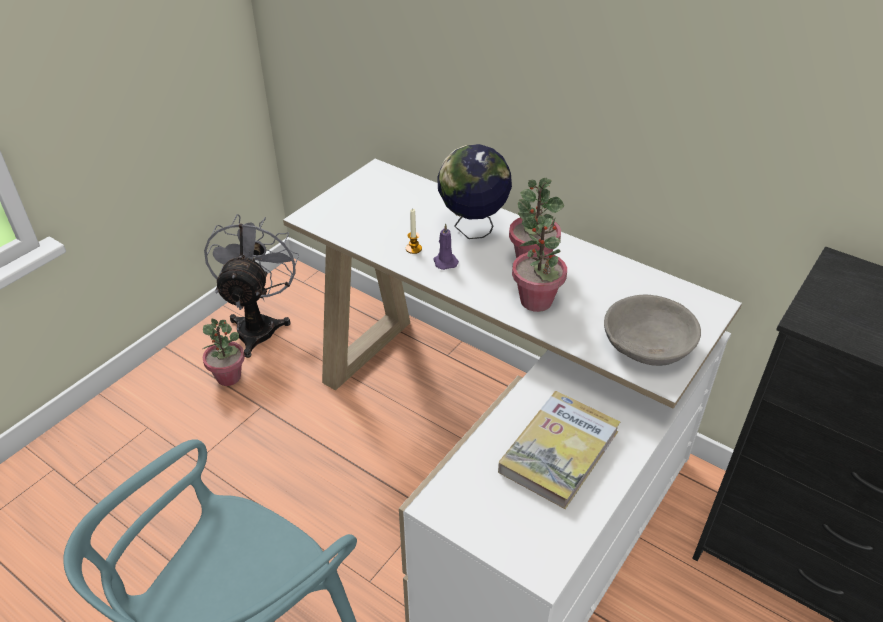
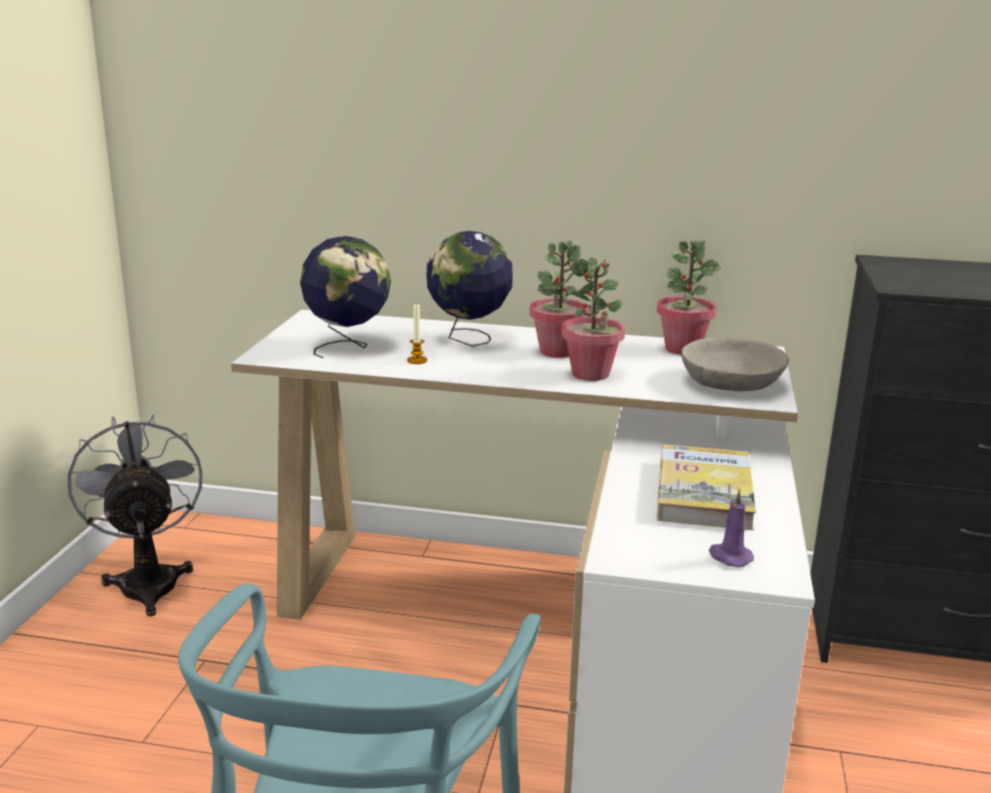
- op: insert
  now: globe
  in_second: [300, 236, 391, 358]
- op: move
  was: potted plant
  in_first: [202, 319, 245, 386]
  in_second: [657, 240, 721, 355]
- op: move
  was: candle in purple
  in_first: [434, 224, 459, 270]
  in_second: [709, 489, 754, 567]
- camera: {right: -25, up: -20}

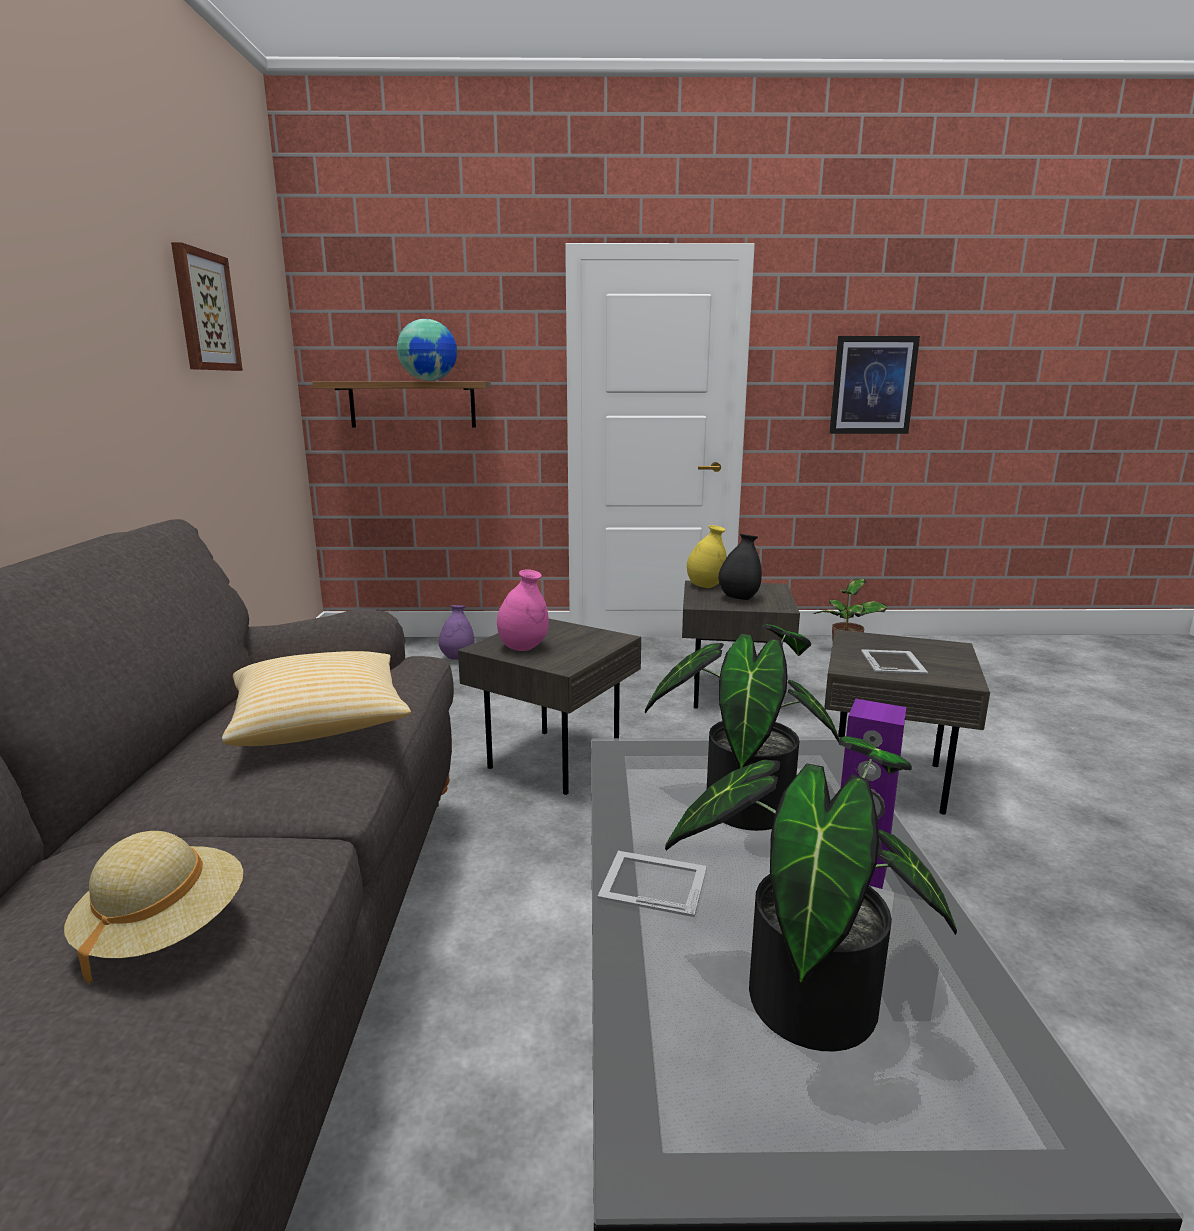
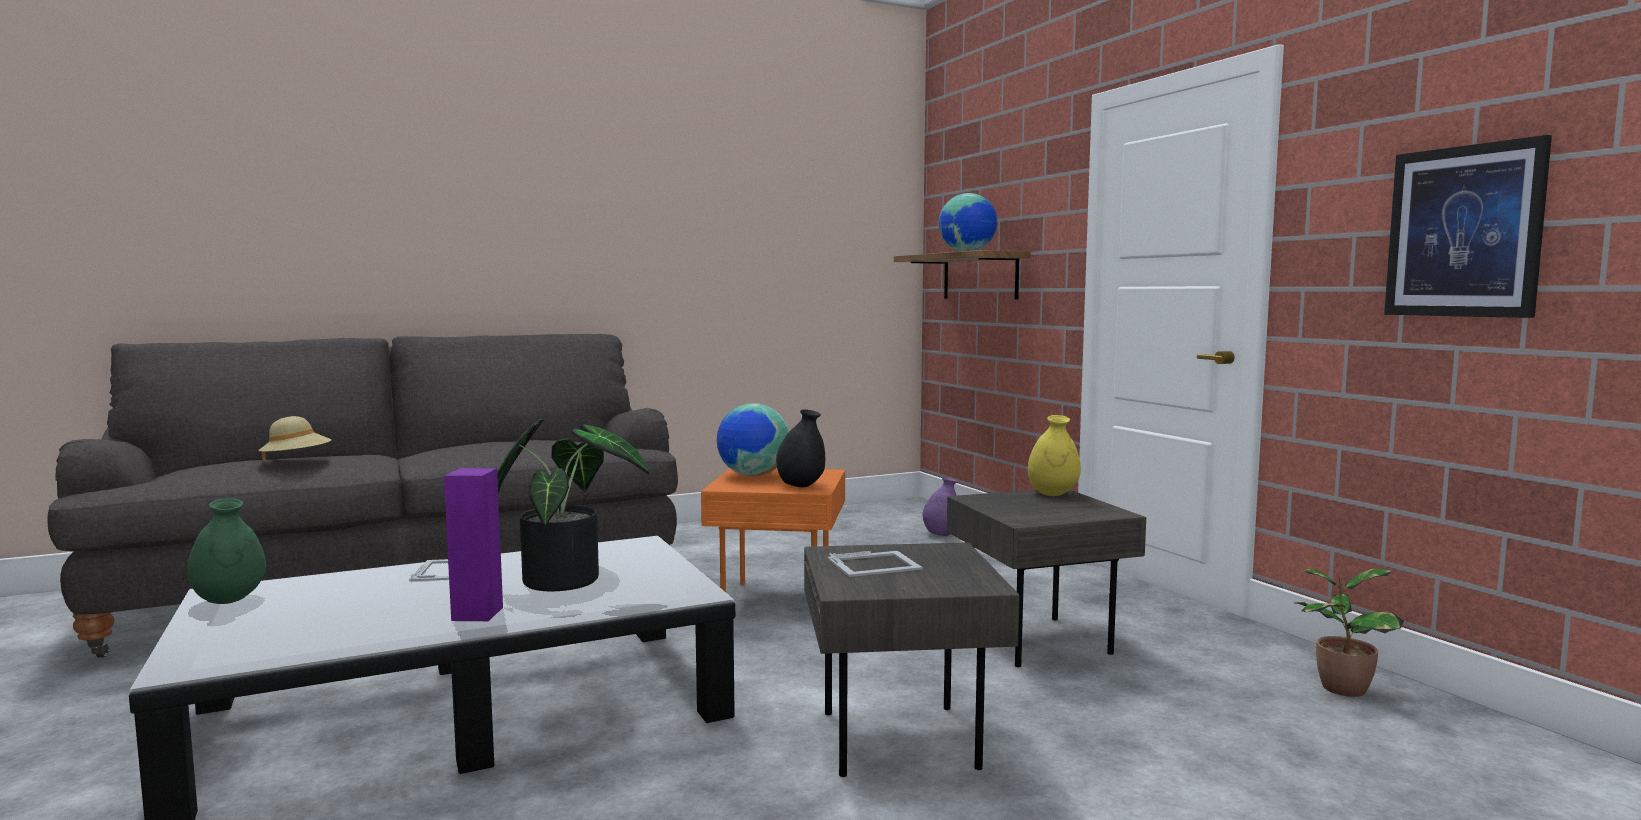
- op: insert
  now: vase in green
  in_second: [188, 498, 266, 604]
- op: recolor
  was: side table in grey
  now: side table in orange
  in_first: [458, 619, 641, 795]
  in_second: [701, 468, 845, 592]
- op: replace
  was: vase in pink
  now: globe
  in_first: [497, 569, 549, 651]
  in_second: [717, 403, 789, 477]
- op: move
  was: vase in black
  in_first: [718, 534, 762, 600]
  in_second: [776, 409, 825, 487]
- op: delete
  was: picture
  in_first: [171, 242, 243, 371]
- op: delete
  was: pillow
  in_first: [222, 651, 411, 746]
- op: delete
  was: potted plant
  in_first: [665, 736, 957, 1052]
- camera: {right: 65, up: -10}

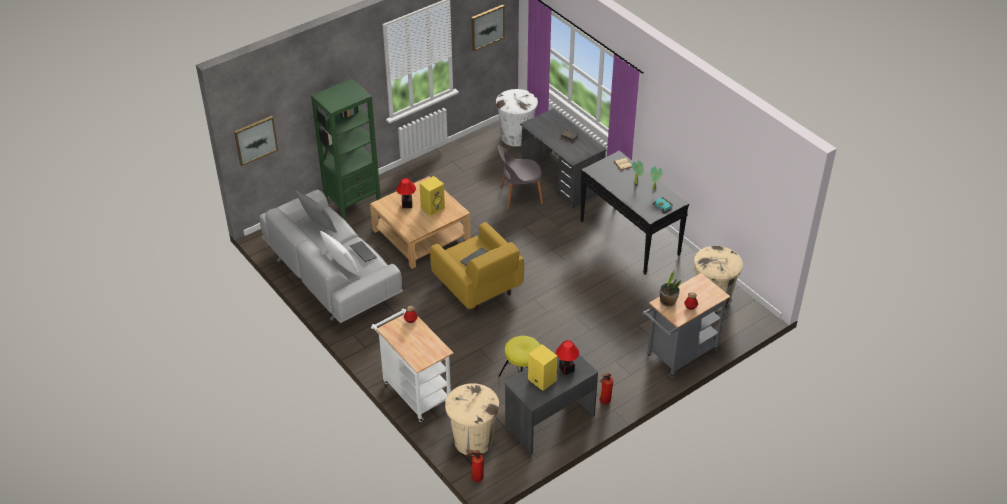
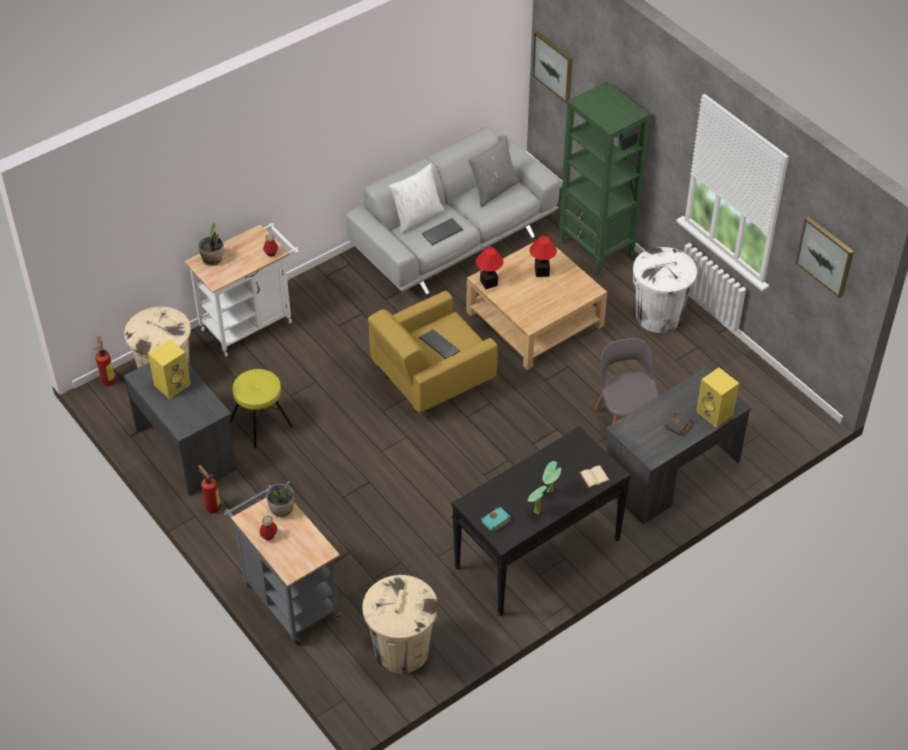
- op: insert
  now: potted plant
  in_second: [198, 220, 224, 266]
- op: move
  was: table lamp
  in_first: [556, 340, 579, 375]
  in_second: [476, 247, 503, 289]
- op: move
  was: trash can in white
  in_first: [496, 89, 538, 147]
  in_second: [633, 247, 697, 333]
- op: move
  was: speaker in yellow
  in_first: [419, 176, 445, 216]
  in_second: [696, 367, 739, 427]
- camera: {right: 90, up: 5}

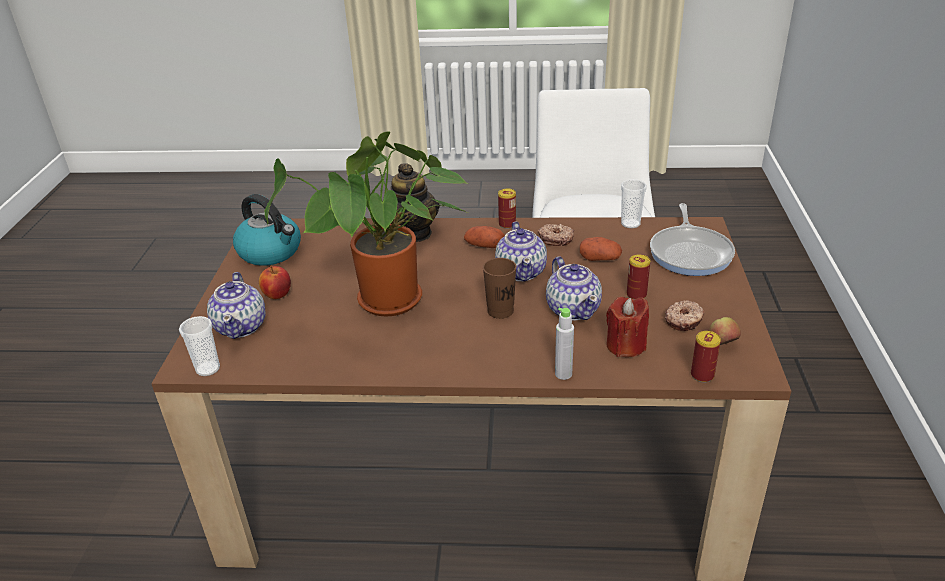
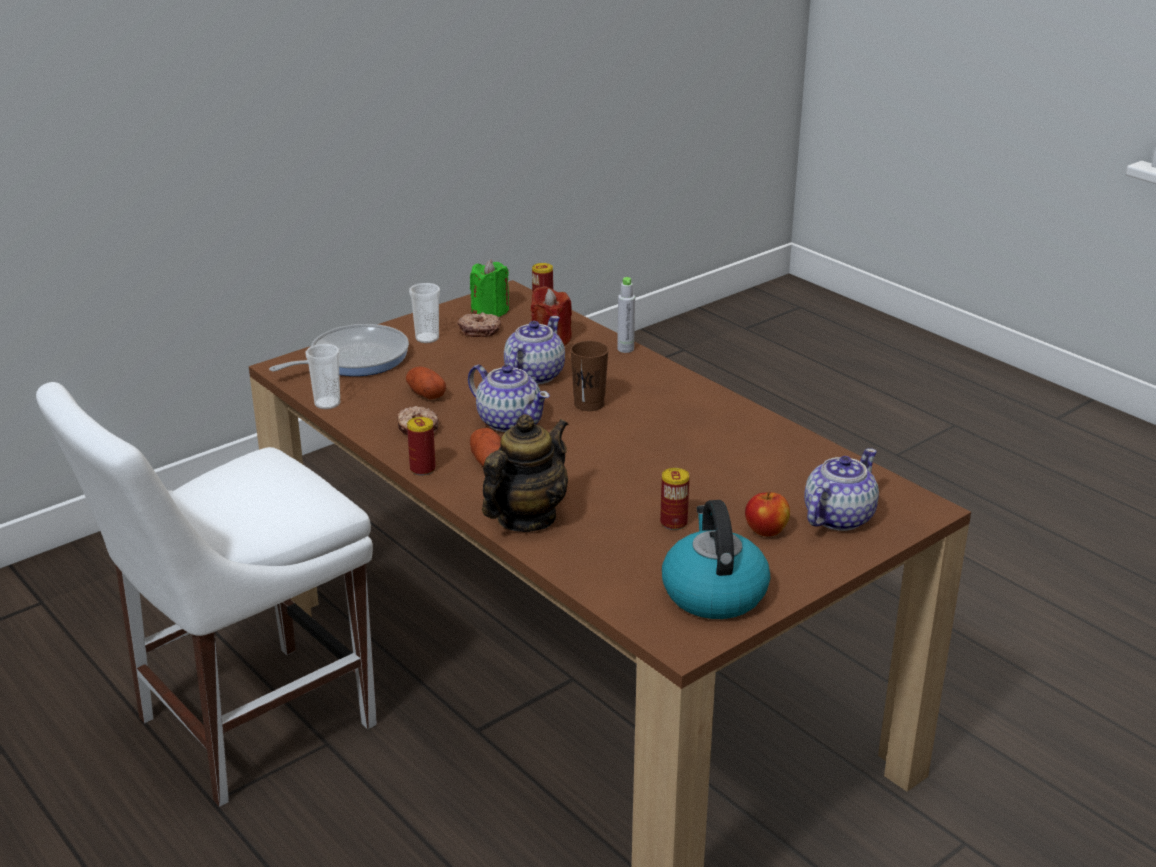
- op: move
  was: cup
  in_first: [179, 316, 220, 376]
  in_second: [409, 283, 440, 343]
- op: rotate
  was: teapot
  in_first: [495, 221, 547, 281]
  in_second: [468, 365, 550, 432]
  clockwise: 90
- op: replace
  was: apple
  now: candle in green
  in_first: [709, 317, 741, 345]
  in_second: [470, 259, 509, 317]
- op: move
  was: can
  in_first: [627, 255, 650, 299]
  in_second: [660, 468, 689, 530]
- op: delete
  was: potted plant
  in_first: [265, 131, 468, 317]
- camera: {right: -135, up: -5}

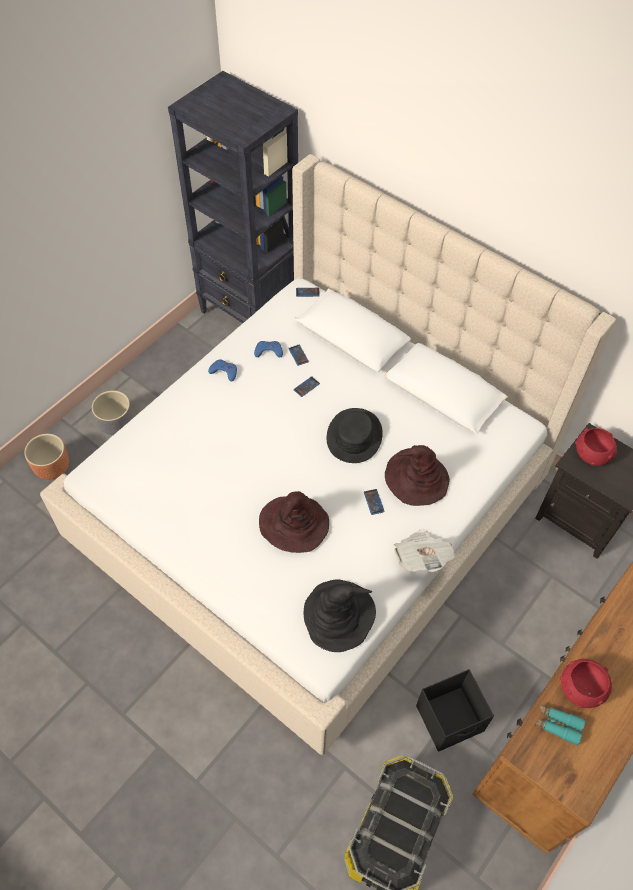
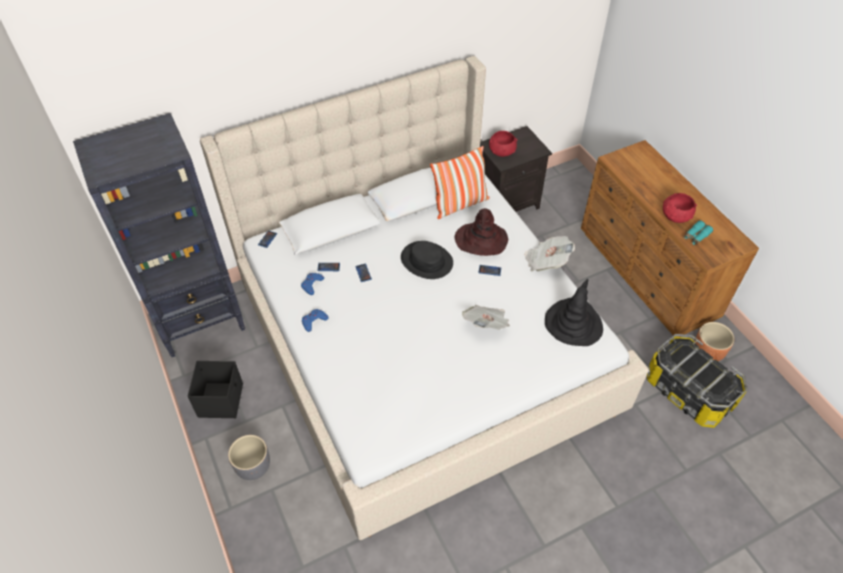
- op: move
  was: storage box in black
  in_first: [416, 669, 494, 752]
  in_second: [188, 361, 243, 418]
- op: insert
  now: pillow
  in_second: [430, 146, 490, 219]
- op: replace
  was: hat in brown
  now: newspaper
  in_first: [259, 491, 329, 553]
  in_second: [462, 305, 510, 330]
- op: move
  was: planter in brown
  in_first: [24, 434, 69, 480]
  in_second: [695, 322, 734, 361]
- camera: {right: -65, up: -5}

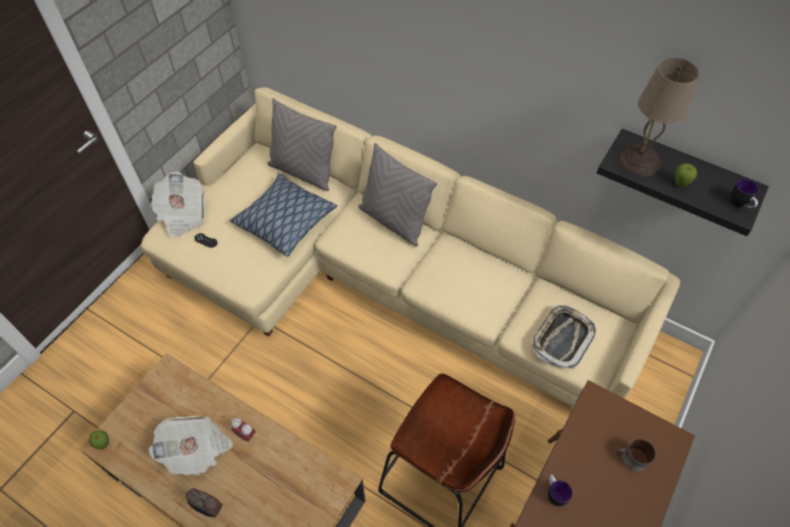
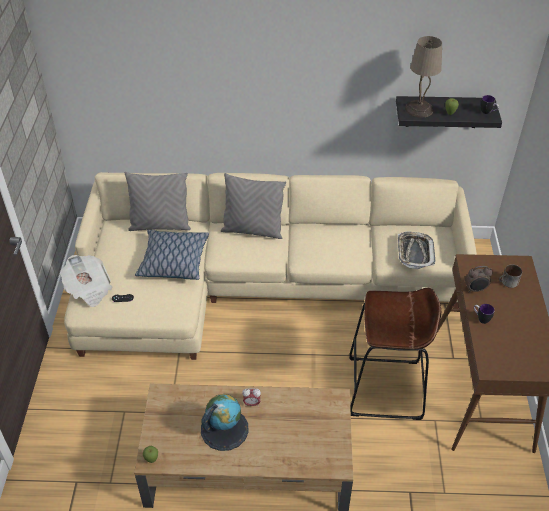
- op: replace
  was: newspaper
  now: globe
  in_first: [148, 416, 233, 475]
  in_second: [201, 394, 249, 451]
- op: move
  was: alarm clock
  in_first: [186, 488, 223, 517]
  in_second: [465, 266, 493, 292]
- camera: {right: -30, up: -10}

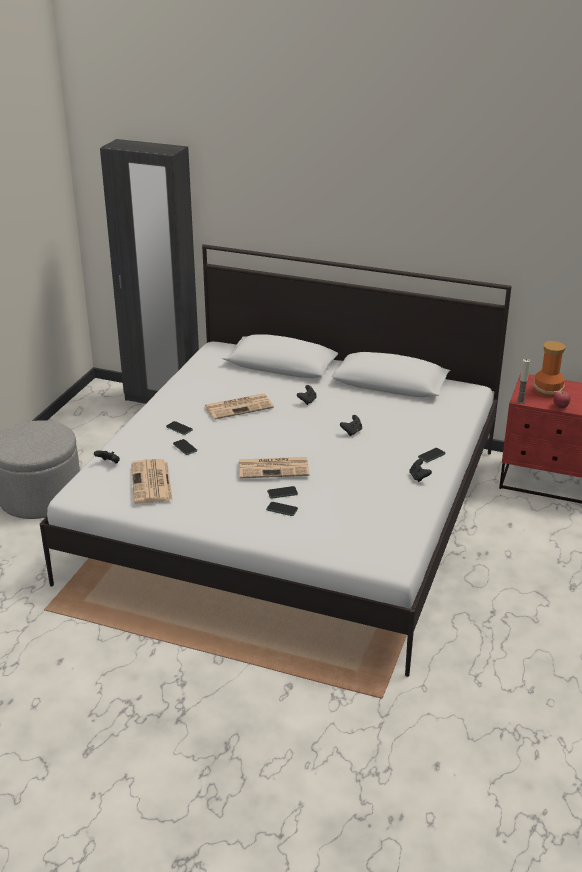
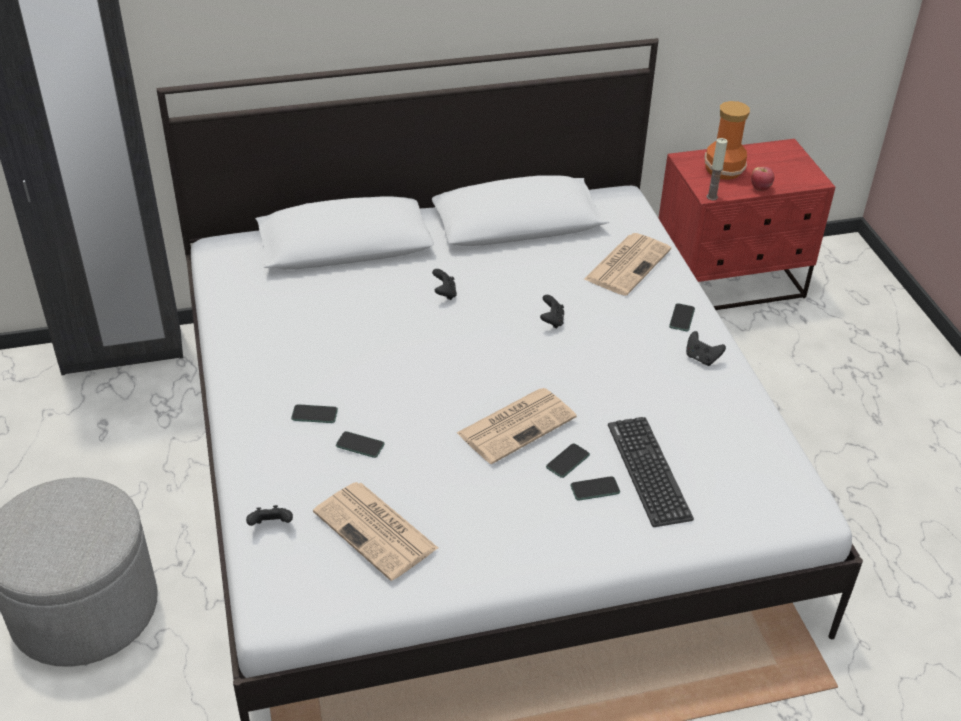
- op: move
  was: newspaper
  in_first: [205, 393, 274, 420]
  in_second: [583, 233, 671, 296]
- op: insert
  now: keyboard
  in_second: [608, 417, 694, 527]
- camera: {right: -35, up: 10}

